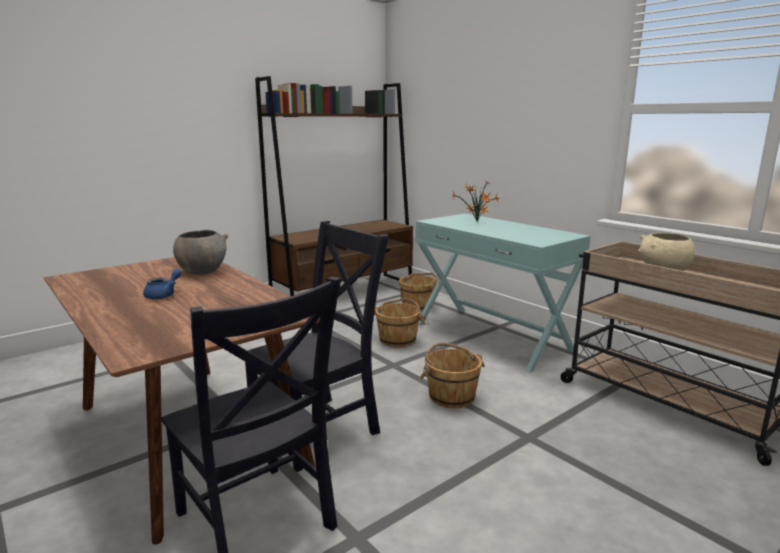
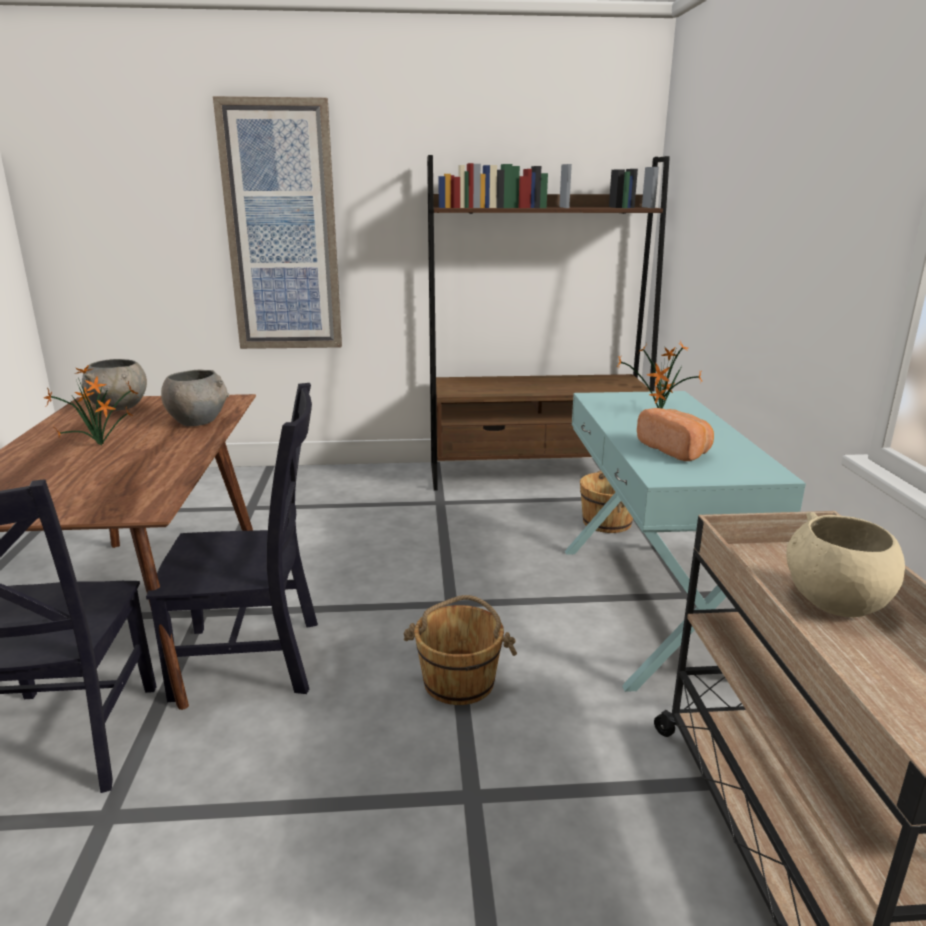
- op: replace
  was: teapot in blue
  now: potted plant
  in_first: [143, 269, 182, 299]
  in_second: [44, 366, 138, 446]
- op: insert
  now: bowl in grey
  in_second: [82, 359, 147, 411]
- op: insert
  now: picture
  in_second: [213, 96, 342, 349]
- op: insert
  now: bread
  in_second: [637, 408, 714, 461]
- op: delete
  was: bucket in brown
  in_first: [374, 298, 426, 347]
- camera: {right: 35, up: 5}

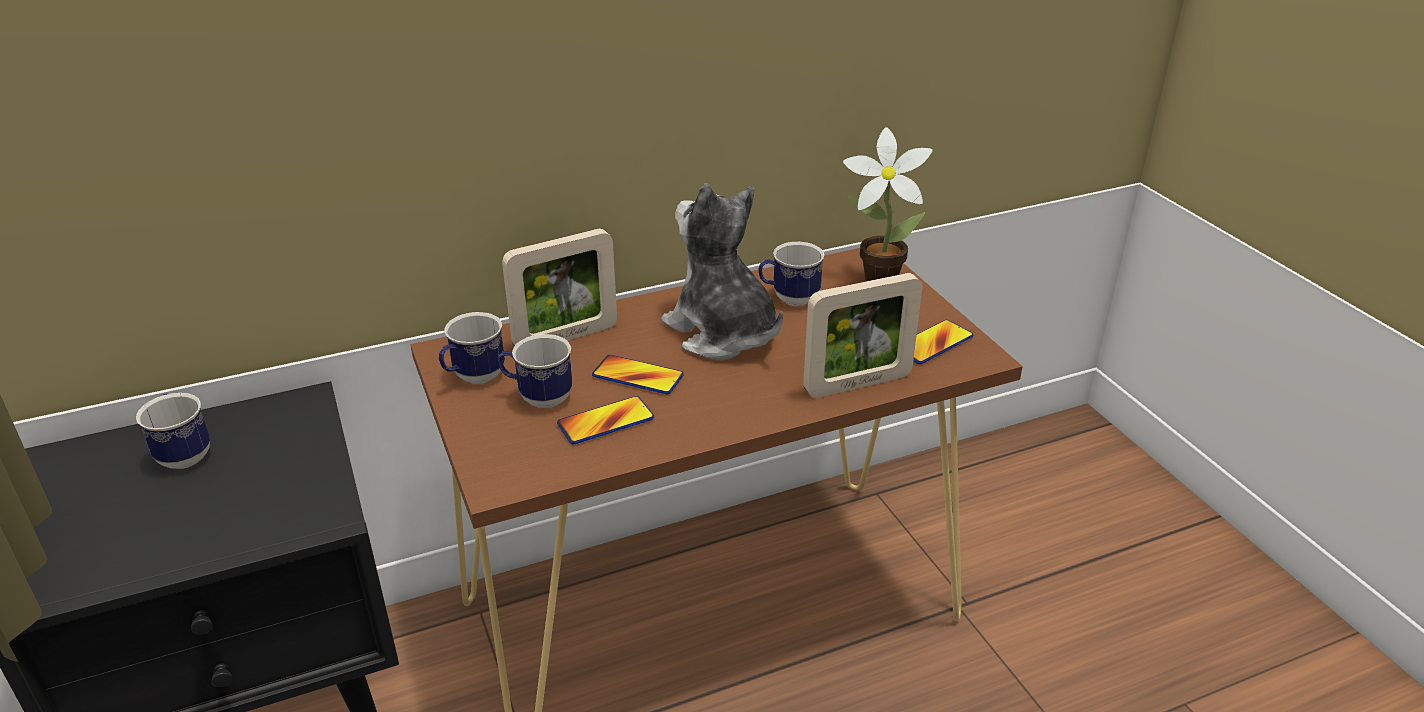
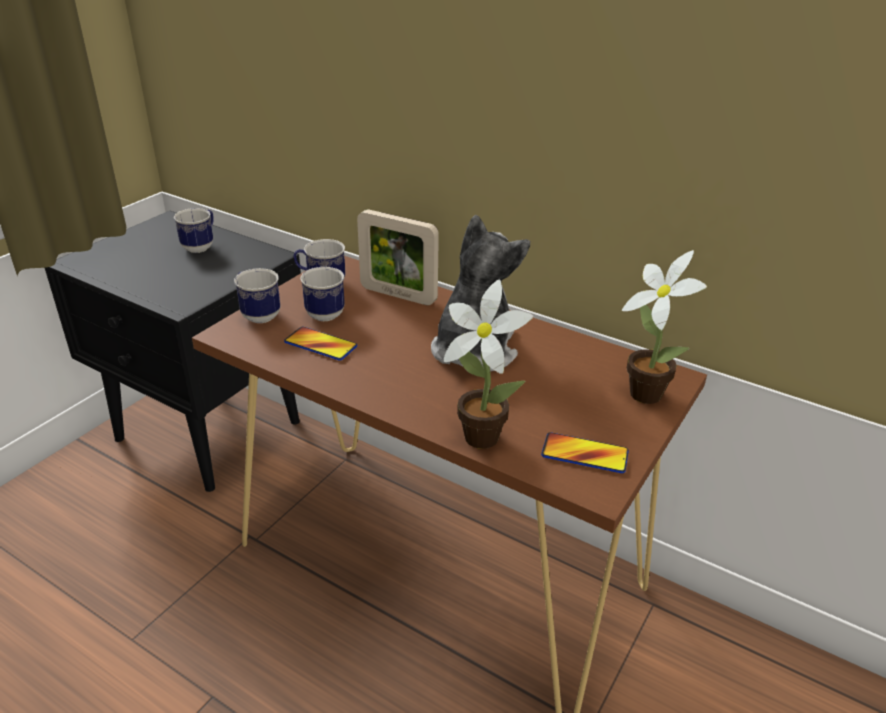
- op: move
  was: mug
  in_first: [759, 242, 824, 306]
  in_second: [234, 268, 280, 323]
- op: replace
  was: picture frame
  now: potted plant
  in_first: [803, 273, 922, 398]
  in_second: [443, 279, 533, 449]
- op: delete
  was: phone
  in_first: [592, 355, 684, 394]
- camera: {right: 55, up: 0}

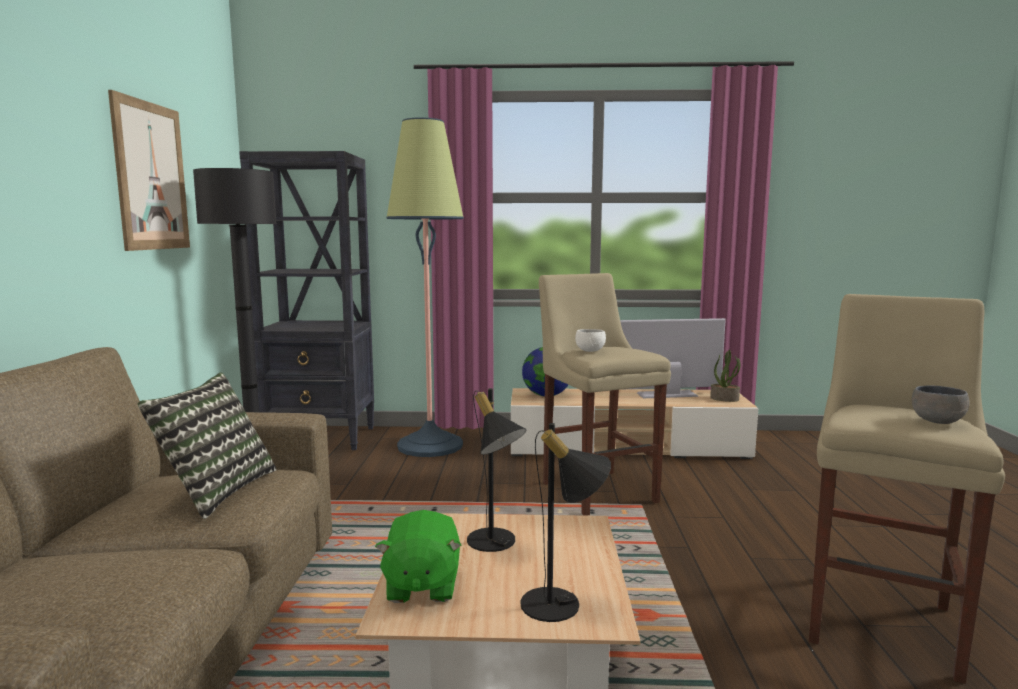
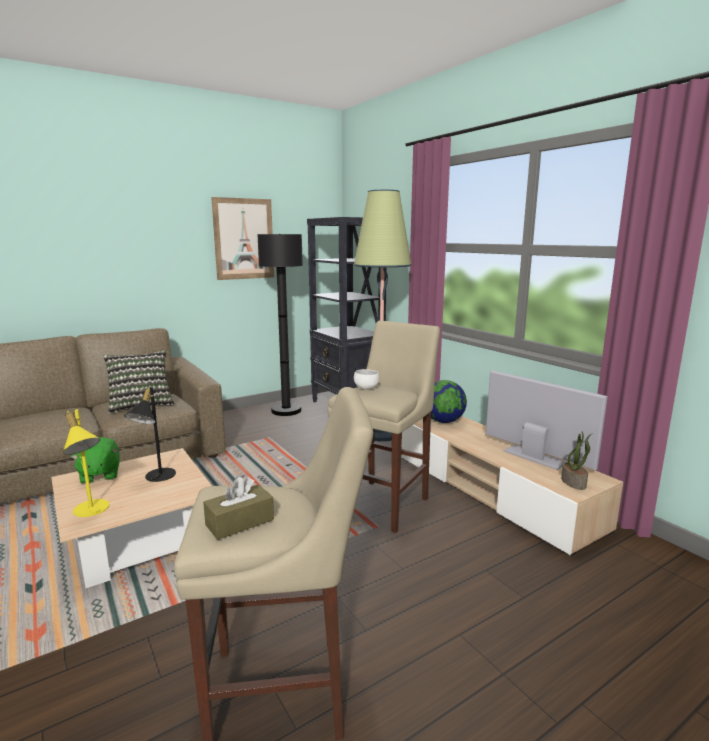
- op: recolor
  was: table lamp in black
  now: table lamp in yellow
  in_first: [520, 423, 611, 622]
  in_second: [63, 409, 110, 517]
- op: rotate
  was: plush toy in green
  in_first: [375, 510, 461, 603]
  in_second: [71, 437, 119, 484]
  clockwise: -75
- op: replace
  was: bowl in grey
  now: tissue box in brown
  in_first: [912, 385, 969, 424]
  in_second: [203, 476, 274, 540]
- camera: {right: 55, up: 5}

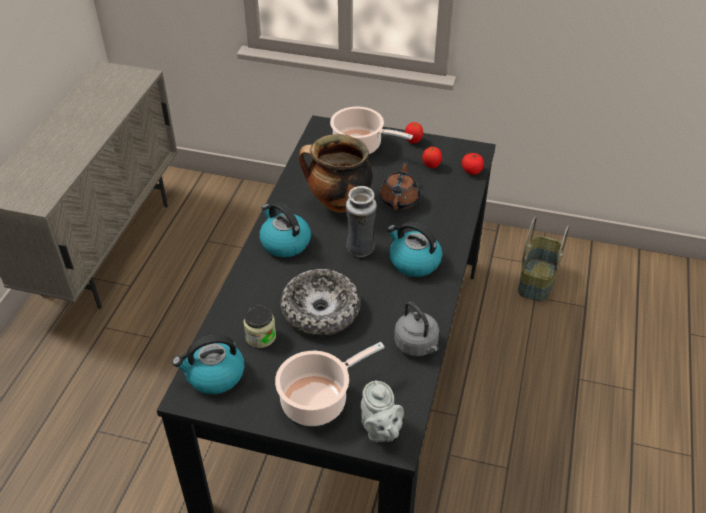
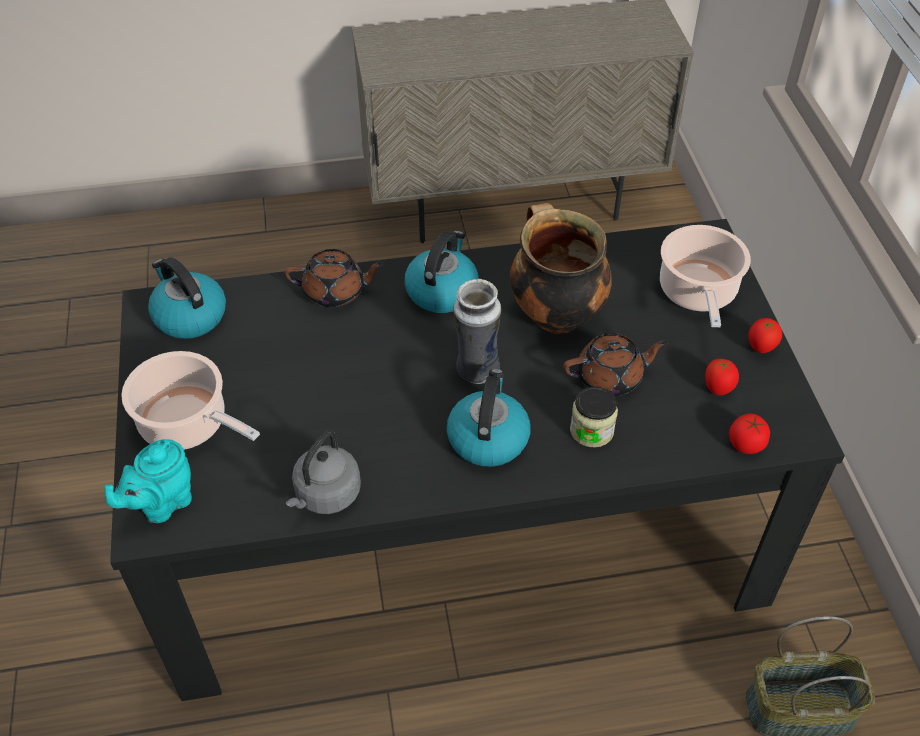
- op: recolor
  was: teapot in grey
  now: teapot in turquoise
  in_first: [361, 380, 404, 442]
  in_second: [104, 439, 192, 523]
- op: insert
  now: teapot in brown
  in_second: [285, 249, 384, 307]
- op: move
  was: jar
  in_first: [244, 305, 276, 348]
  in_second: [570, 387, 618, 448]
- op: delete
  was: bowl
  in_first: [280, 269, 361, 336]
- camera: {right: 65, up: 5}

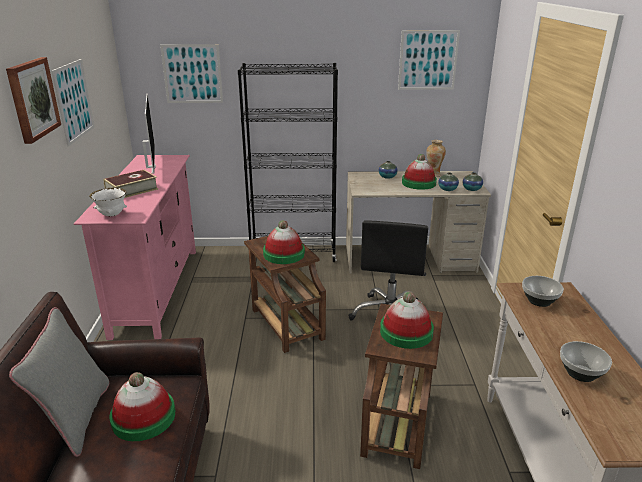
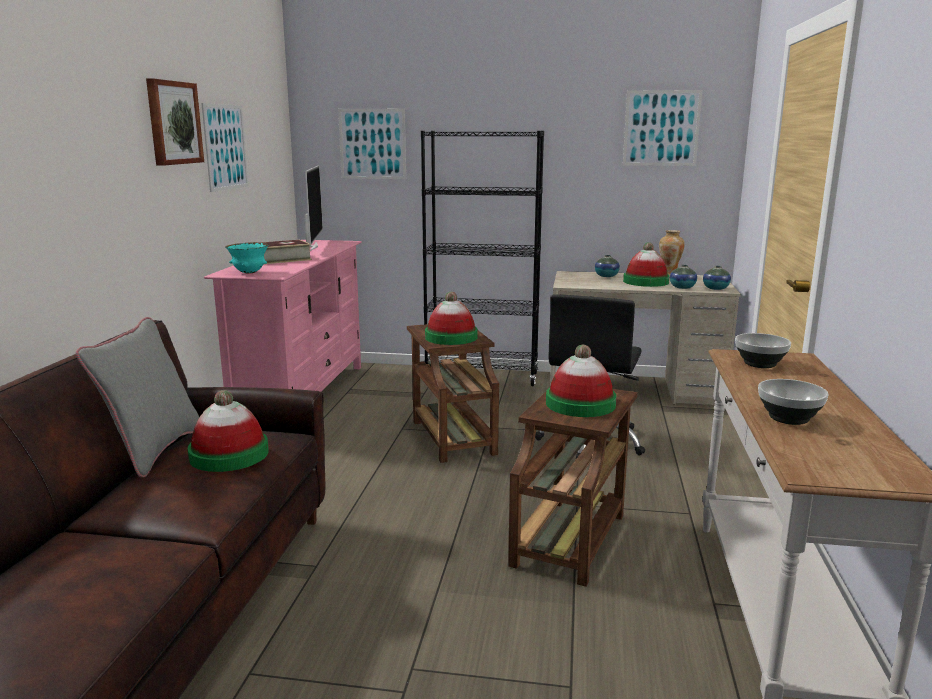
- op: recolor
  was: bowl in white
  now: bowl in turquoise
  in_first: [89, 187, 127, 217]
  in_second: [225, 242, 268, 274]
- camera: {right: 10, up: -10}

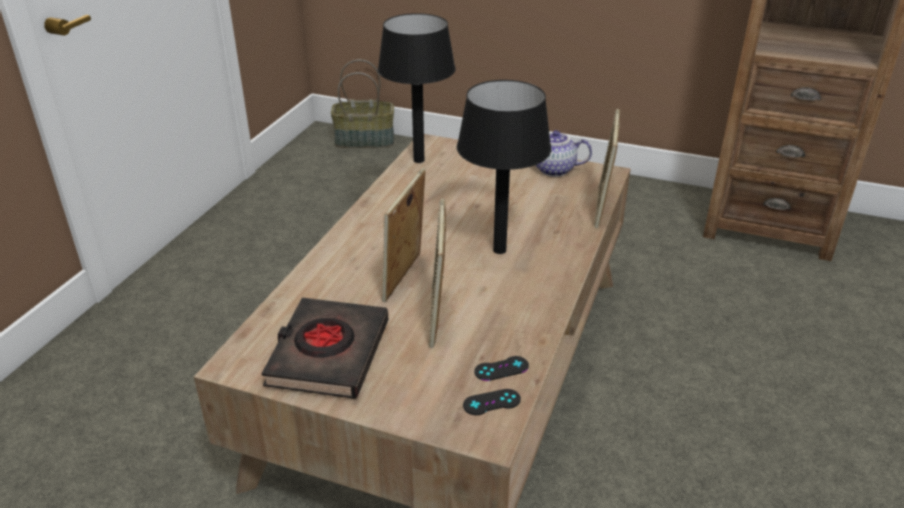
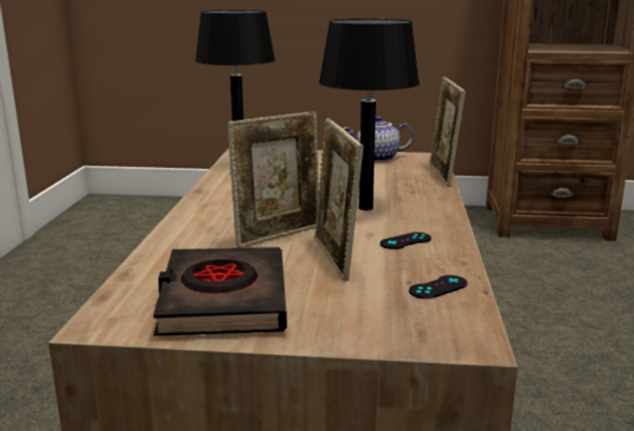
- op: rotate
  was: picture frame
  in_first: [382, 168, 426, 302]
  in_second: [227, 111, 319, 248]
  clockwise: -135
- op: move
  was: game controller in black
  in_first: [463, 389, 521, 415]
  in_second: [380, 232, 431, 249]
- op: delete
  was: basket
  in_first: [331, 59, 394, 148]
- camera: {right: -15, up: -15}

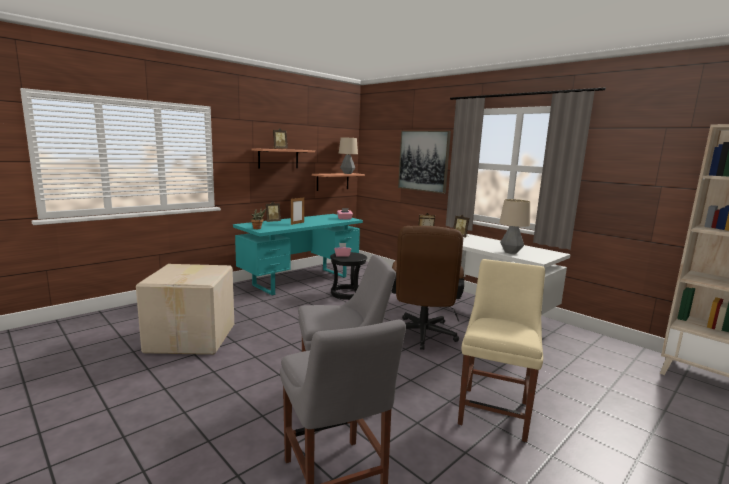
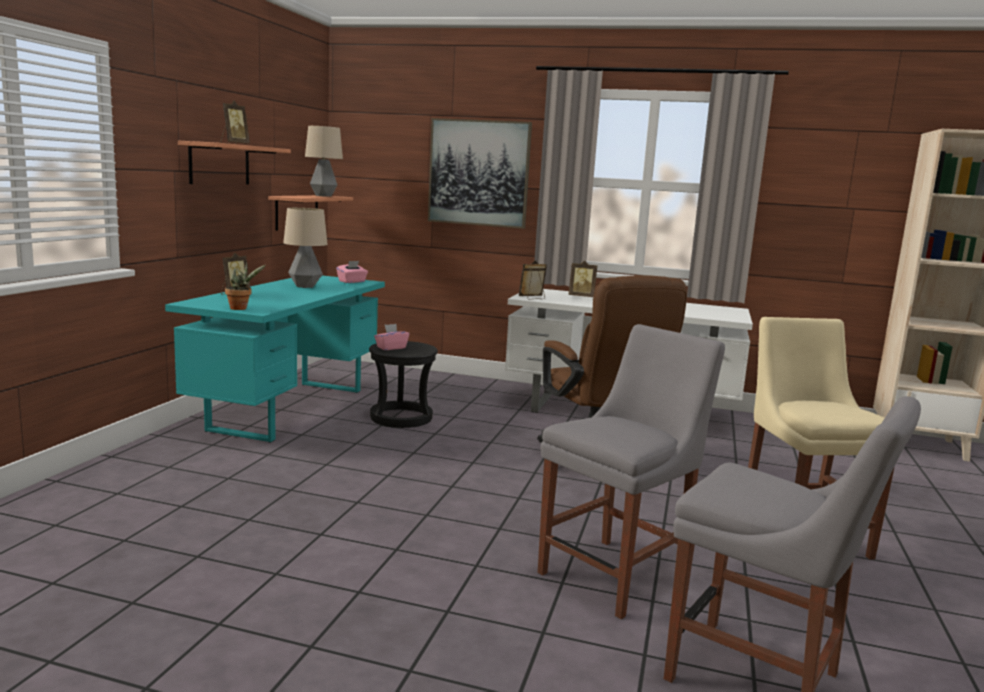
- op: move
  was: table lamp
  in_first: [499, 199, 530, 254]
  in_second: [283, 208, 328, 288]
- op: delete
  was: cardboard box
  in_first: [136, 264, 234, 355]
- op: delete
  was: picture frame
  in_first: [291, 197, 304, 225]
- camera: {right: -30, up: 0}

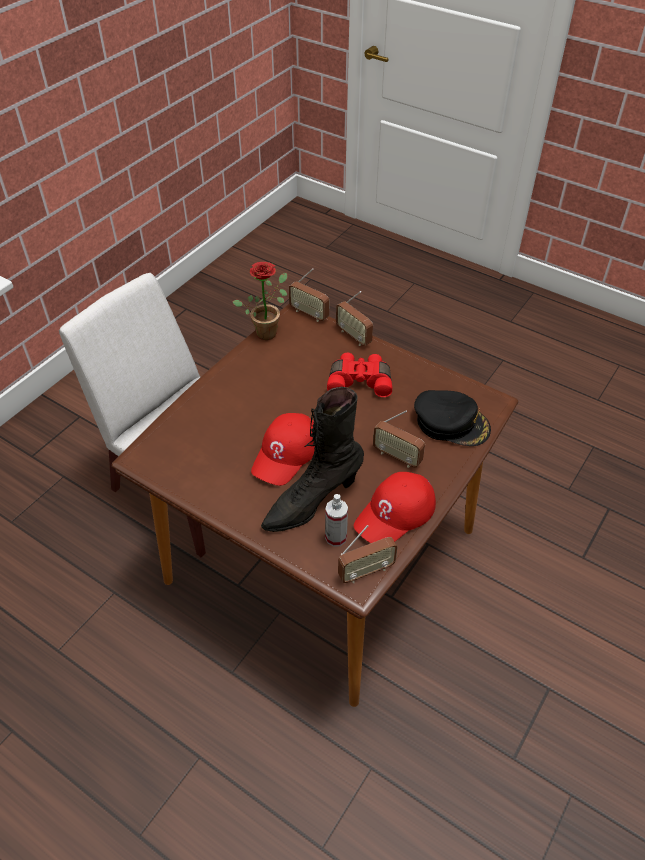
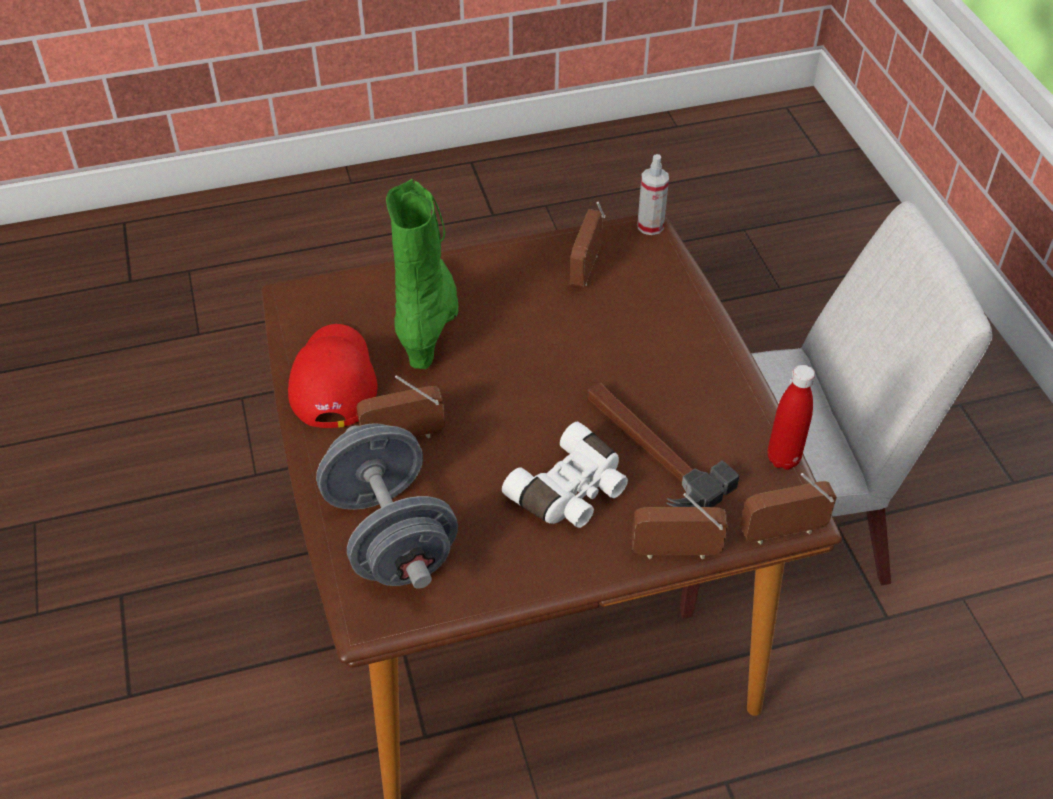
- op: replace
  was: cap in black
  now: dumbbell in grey
  in_first: [414, 390, 491, 446]
  in_second: [316, 423, 458, 588]
- op: recolor
  was: boot in black
  now: boot in green
  in_first: [261, 387, 364, 532]
  in_second: [386, 179, 458, 369]
- op: recolor
  was: binoculars in red
  now: binoculars in white
  in_first: [327, 353, 392, 397]
  in_second: [502, 422, 628, 528]
- op: move
  was: radio
  in_first: [338, 525, 398, 583]
  in_second: [570, 202, 606, 287]
- op: insert
  now: hammer
  in_second: [588, 383, 739, 507]
- op: move
  was: spray bottle
  in_first: [325, 494, 348, 547]
  in_second: [637, 154, 669, 235]
- op: replace
  was: potted plant
  now: bottle in red
  in_first: [233, 262, 288, 340]
  in_second: [768, 365, 815, 470]
- op: delete
  was: cap in red
  in_first: [251, 413, 315, 486]
- camera: {right: 130, up: 0}

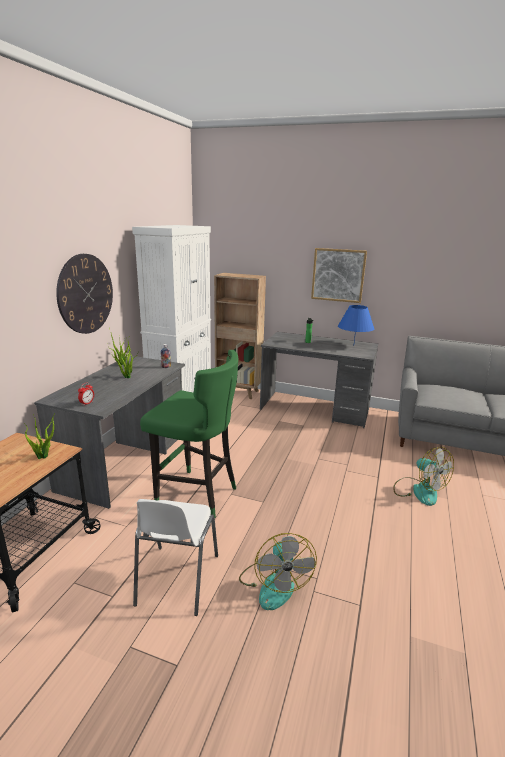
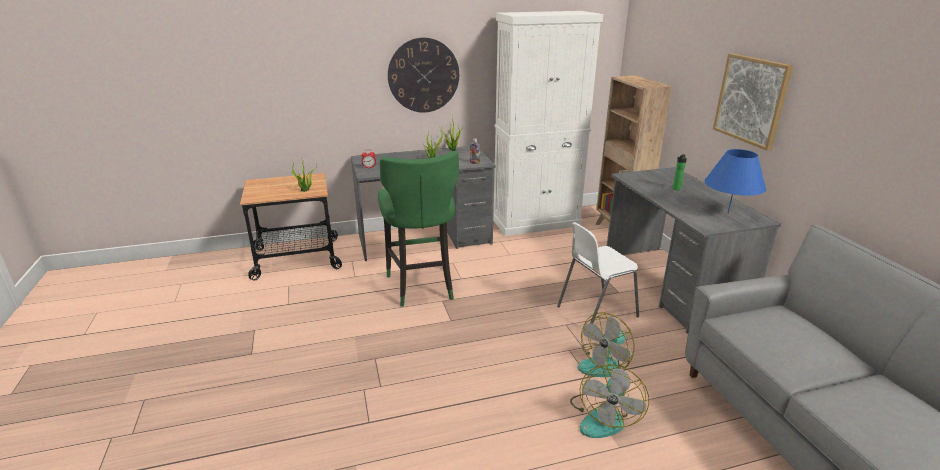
- op: move
  was: chair in white
  in_first: [133, 499, 218, 616]
  in_second: [557, 222, 639, 324]
- op: move
  was: fan
  in_first: [239, 533, 317, 610]
  in_second: [578, 312, 634, 377]
- camera: {right: 55, up: 5}

